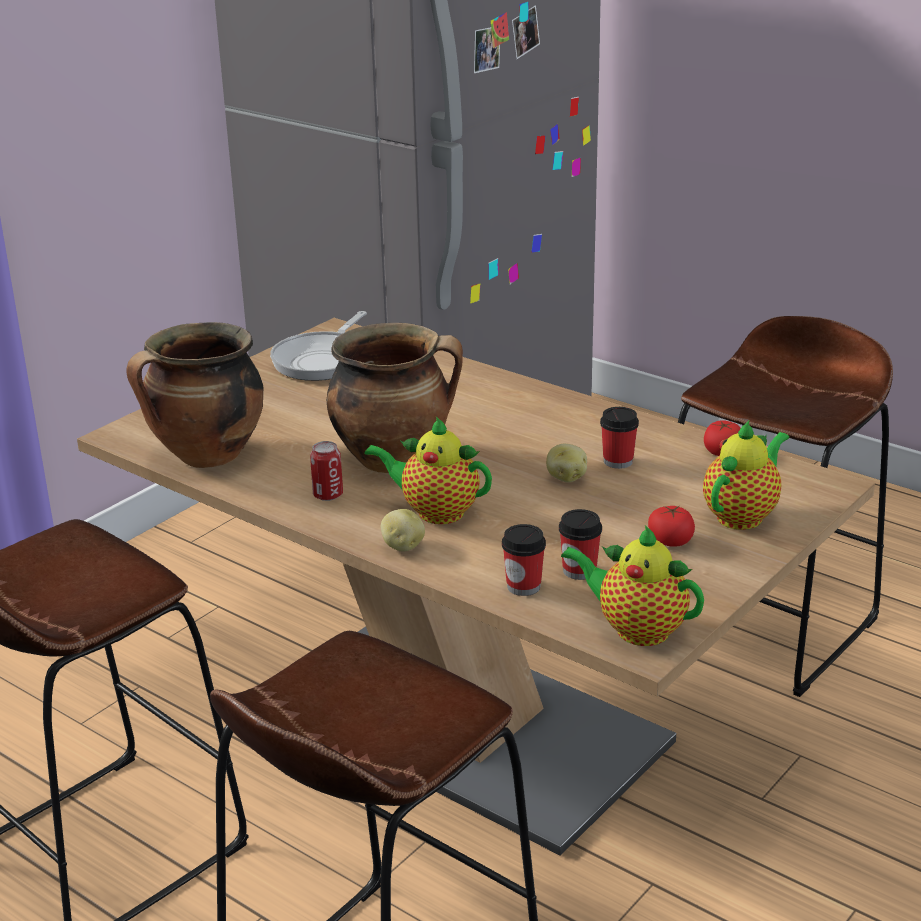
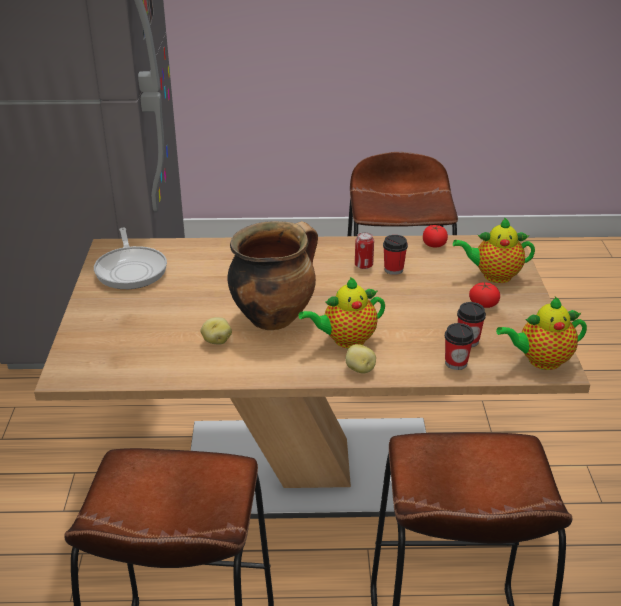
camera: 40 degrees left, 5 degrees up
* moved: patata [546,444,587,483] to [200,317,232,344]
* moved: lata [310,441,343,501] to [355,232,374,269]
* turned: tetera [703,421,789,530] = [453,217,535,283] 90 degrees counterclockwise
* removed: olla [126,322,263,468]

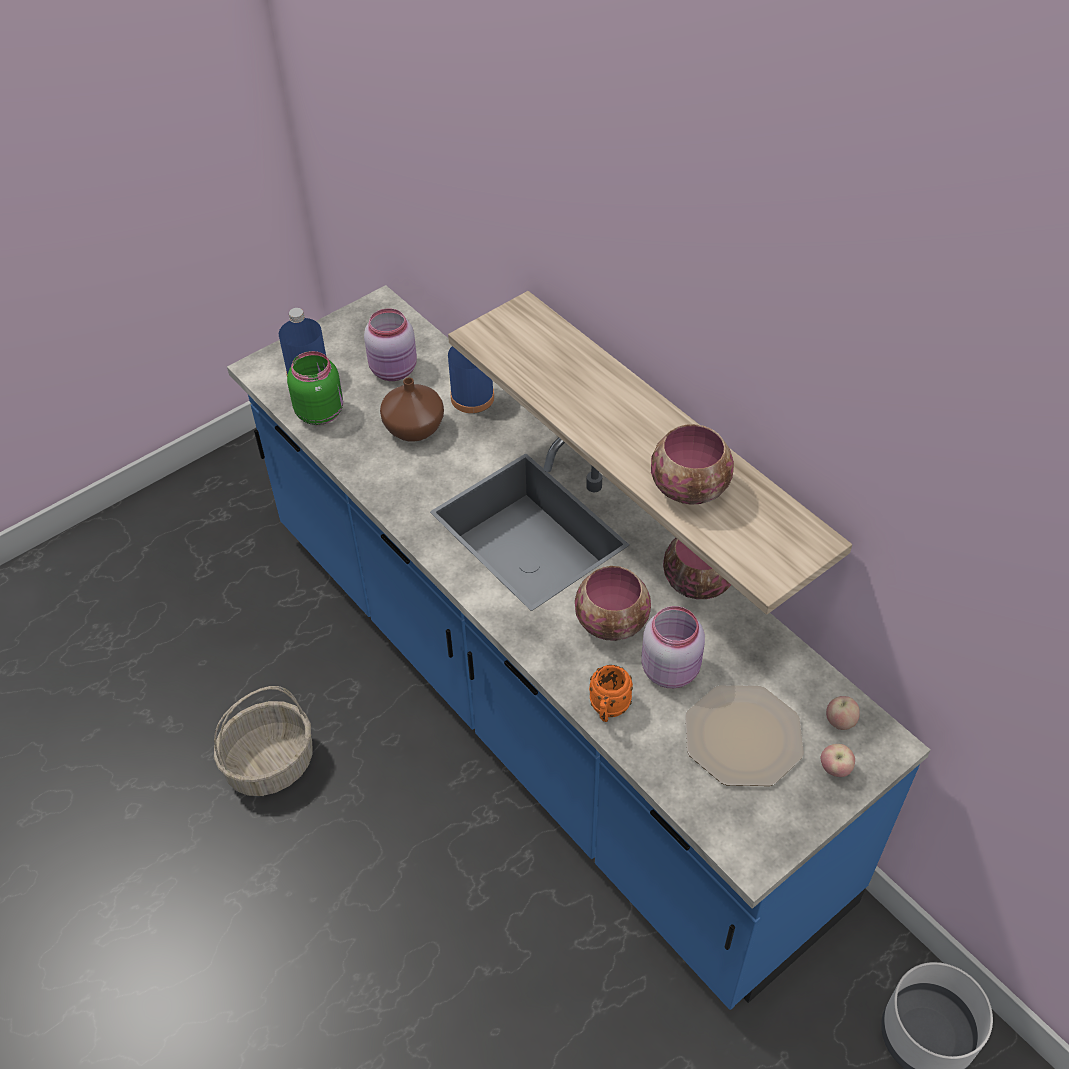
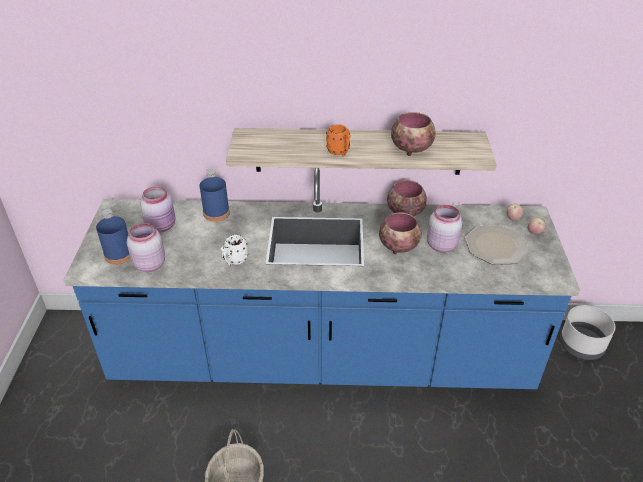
camera: 50 degrees left, 10 degrees down
* recoloured: tarro/verde [287,351,343,425] to tarro/rosa [127,223,165,272]
* added: taza grande/blanco [221,235,248,266]
* moved: taza grande/naranja [589,665,633,722] to [326,124,351,157]
* removed: florero/marrón [380,378,444,442]

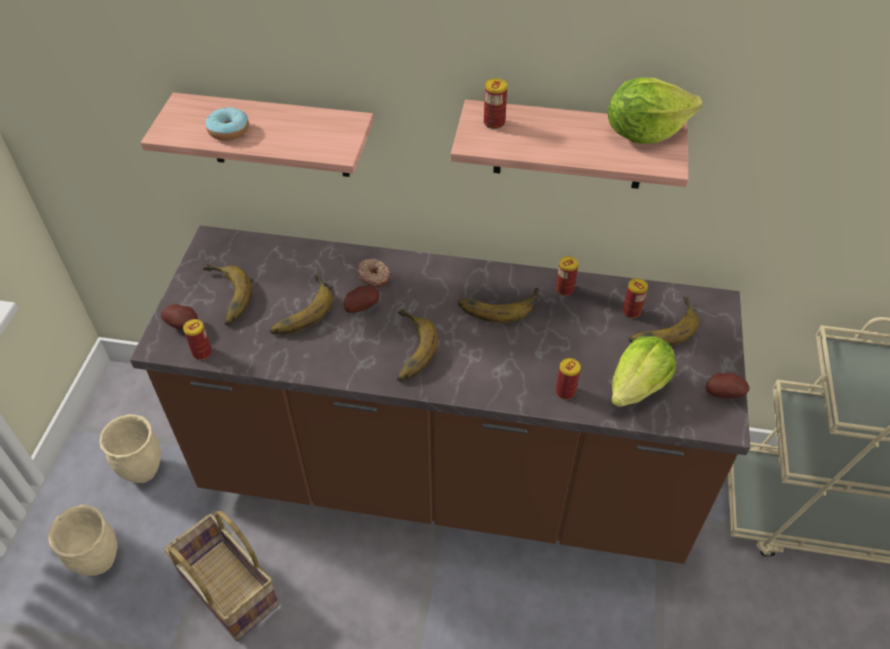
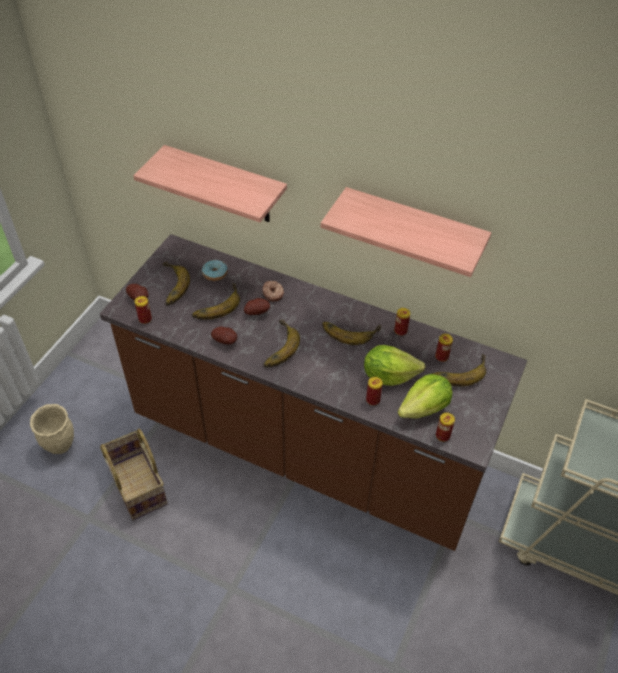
camera: 15 degrees right, 0 degrees up
* moved: rosquilla [206,107,249,141] to [202,260,228,281]
* moved: patata [705,373,749,399] to [211,327,237,345]
* moved: lechuga [608,78,702,144] to [364,345,426,386]
* moved: lata [484,78,507,129] to [436,412,455,442]
* removed: maceta/beis [100,414,161,483]

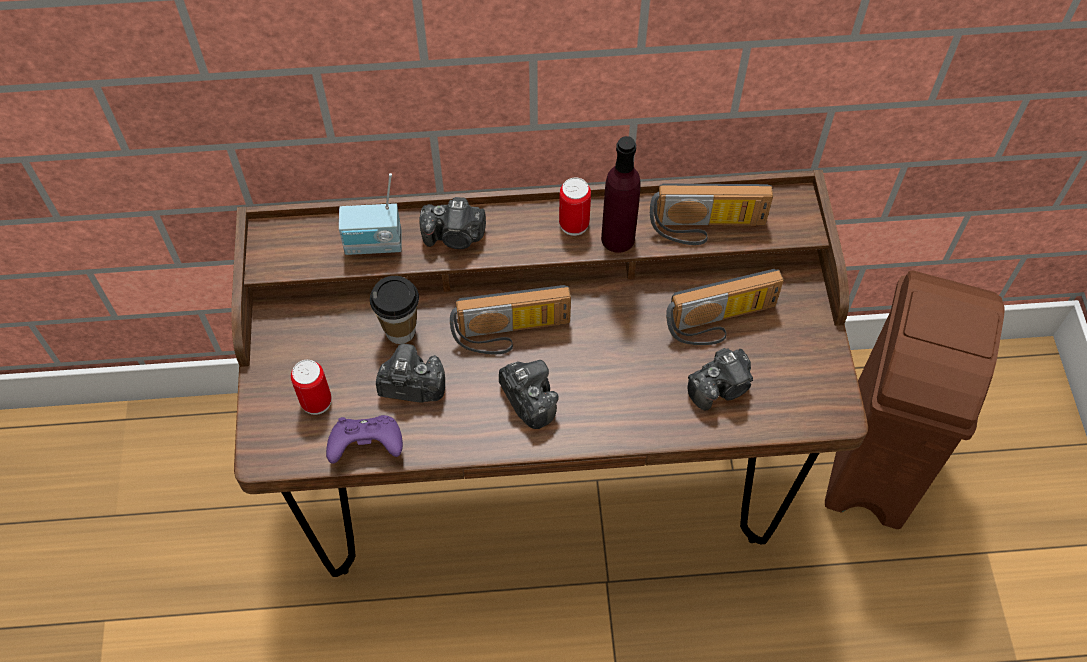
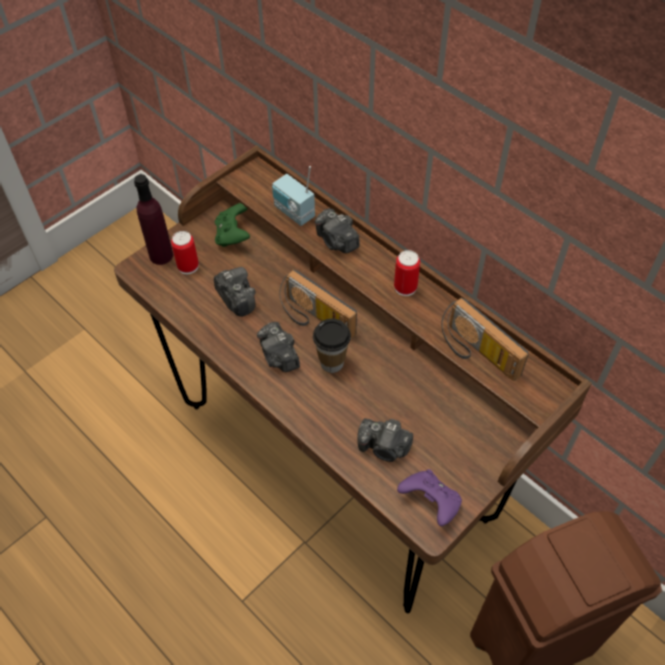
camera: 50 degrees right, 5 degrees down
* moved: botella/morado [601,136,641,253] to [134,174,173,265]
* added: mando de consola/verde [215,203,250,247]
* turned: cámara [499,360,559,429] = [257,322,300,372] 135 degrees clockwise
* moved: taza [370,276,419,344] to [313,318,351,373]
* moved: mando de consola/morado [326,415,403,464] to [397,469,462,526]
* removed: radio [666,269,784,345]

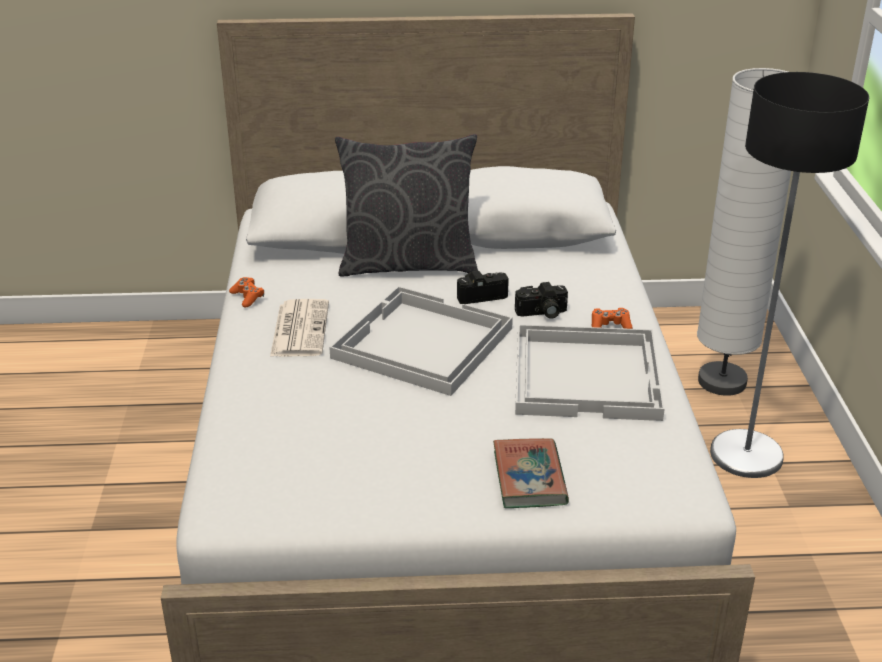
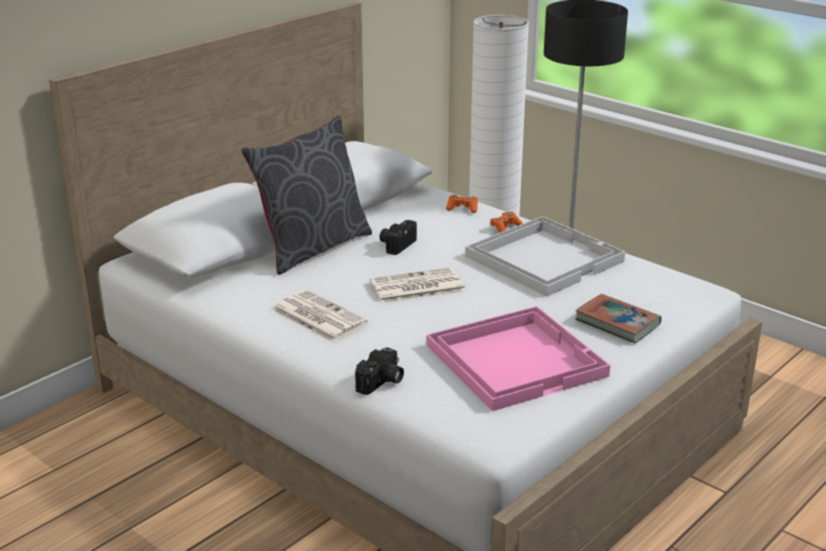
camera: 45 degrees left, 5 degrees down
* moved: cámara [515,282,568,319] to [355,348,404,395]
* replaced: bandeja/blanco [329,286,513,396] to periódico [370,267,465,303]
* added: bandeja/rosa [427,306,610,411]
* moved: mando de consola/naranja [229,277,264,308] to [446,195,478,213]

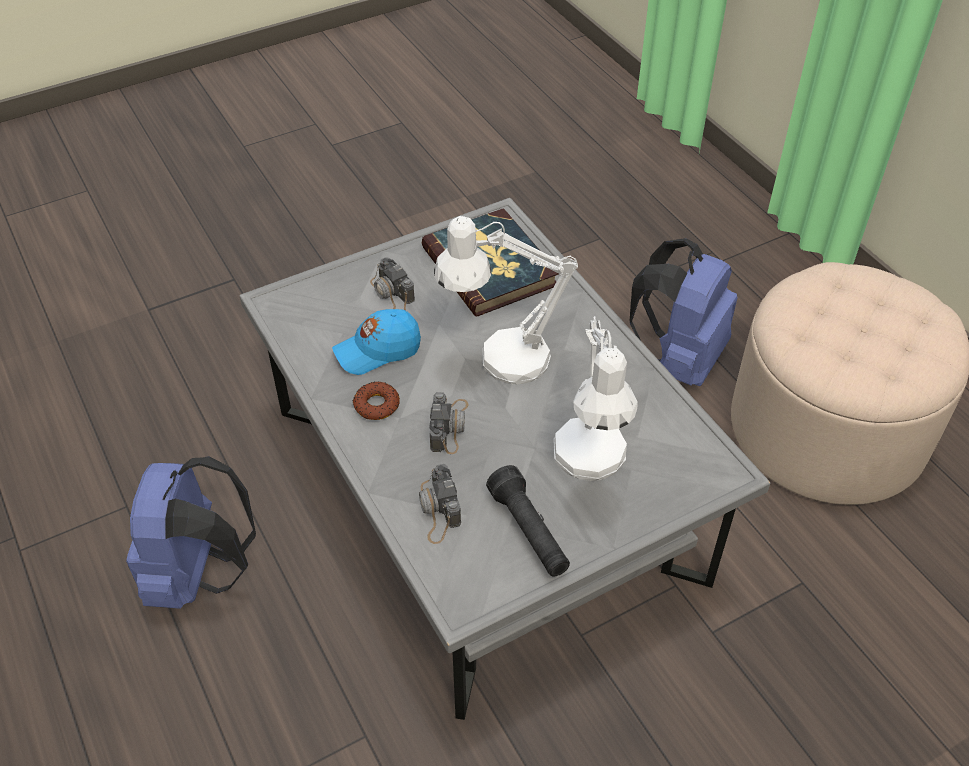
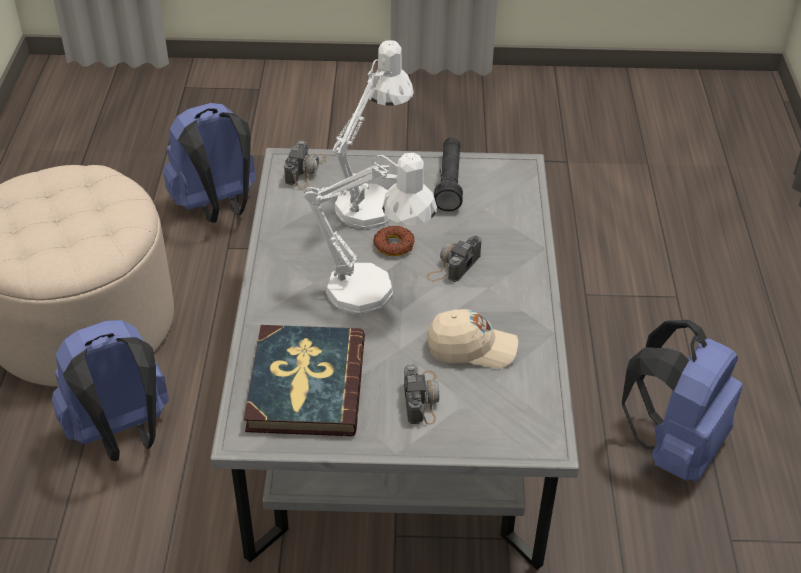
camera: 150 degrees left, 5 degrees down
* added: mochila/azul [163,103,256,223]
* moved: cámara [419,464,461,544] to [284,141,327,188]
* moved: rosquilla [352,382,400,420] to [373,226,415,256]
* recoloured: gorra/azul [332,309,421,375] to gorra/beis [428,309,518,369]

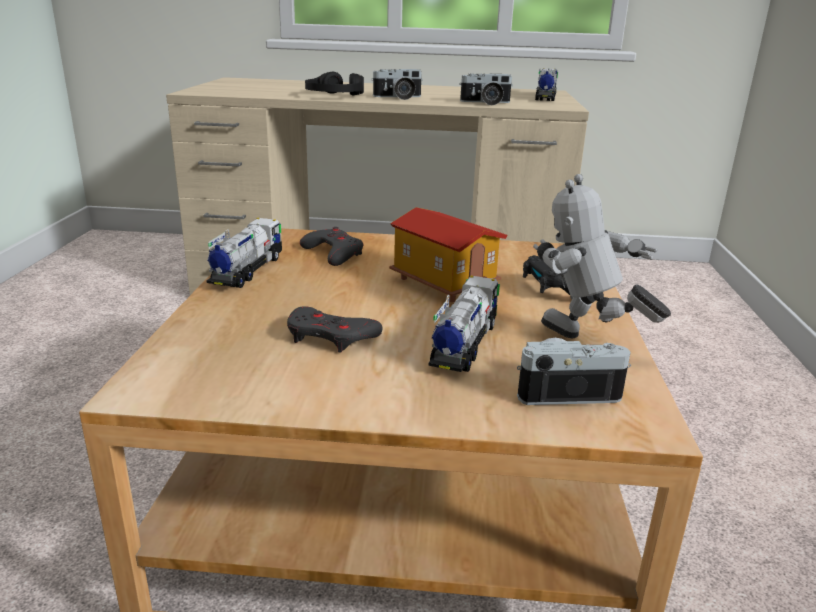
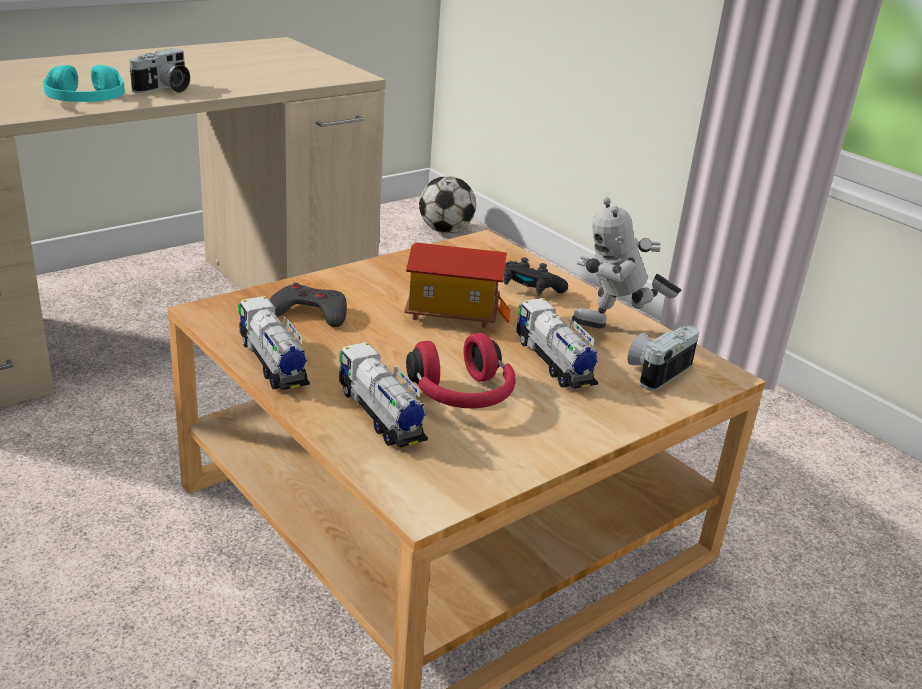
camera: 45 degrees left, 5 degrees up
* recoloured: auriculares/negro [305,72,364,96] to auriculares/turquesa [43,65,125,102]
* moved: camión de juguete [535,68,558,101] to [339,342,428,448]
* replaced: mando de consola/gris [287,306,382,353] to auriculares/rojo [406,333,516,408]
* added: balón de fútbol [419,176,476,233]
* removed: cámara [459,73,513,105]

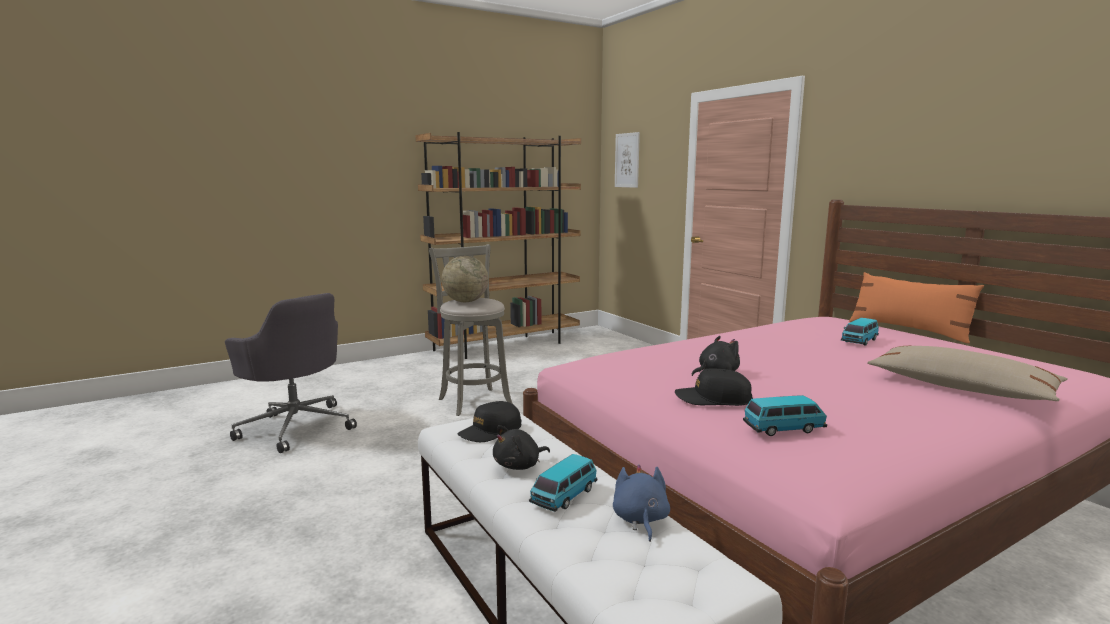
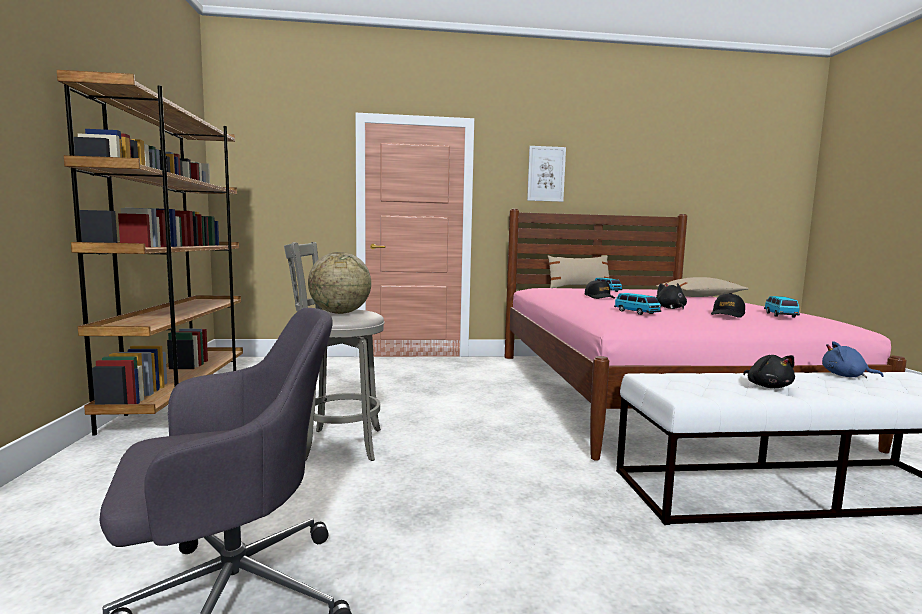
camera: 65 degrees left, 5 degrees down
* moved: cuadro [615,132,640,188] to [527,146,566,202]
* recoloured: cojín/naranja [849,272,984,343] to cojín/beis [548,255,610,288]
* moved: gorra/negro [457,401,521,442] to [584,280,615,299]
* moved: coche de juguete [529,454,597,512] to [614,293,661,315]

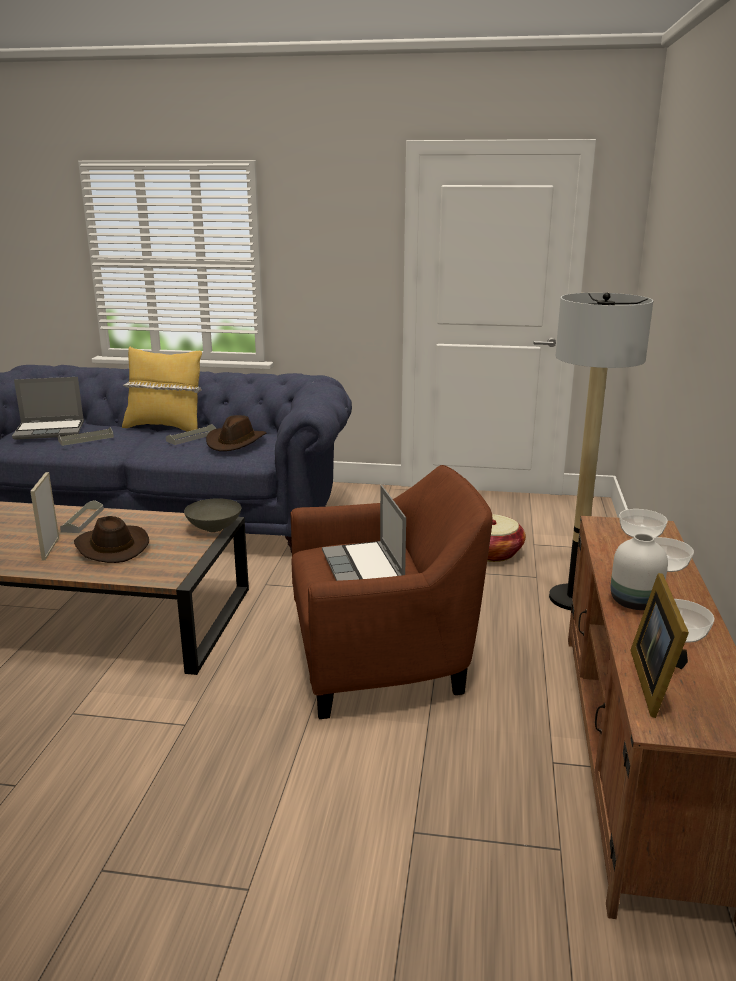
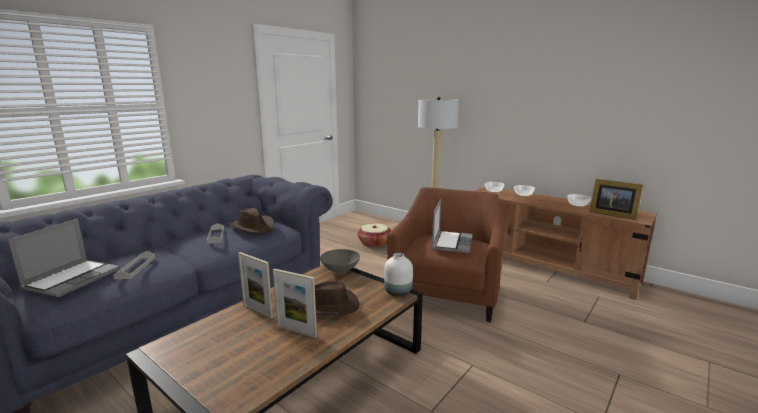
camera: 60 degrees left, 5 degrees down
* replaced: bandeja/gris [60,500,104,533] to portarretratos [238,252,273,319]
* moved: florero/blanco [611,533,668,610] to [384,253,413,296]
* turned: portátil [322,485,406,581] = [432,199,473,253] 90 degrees counterclockwise
* removed: cojín/amarillo [122,347,202,432]

